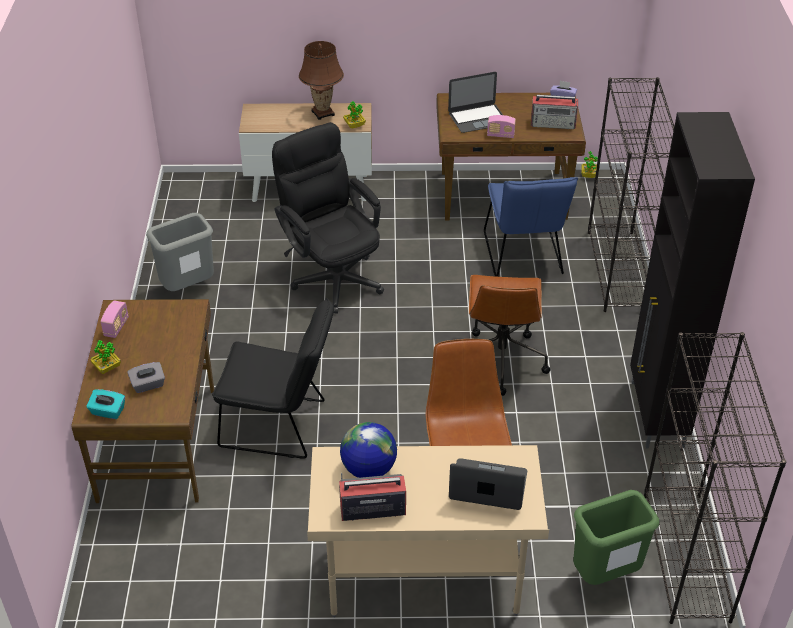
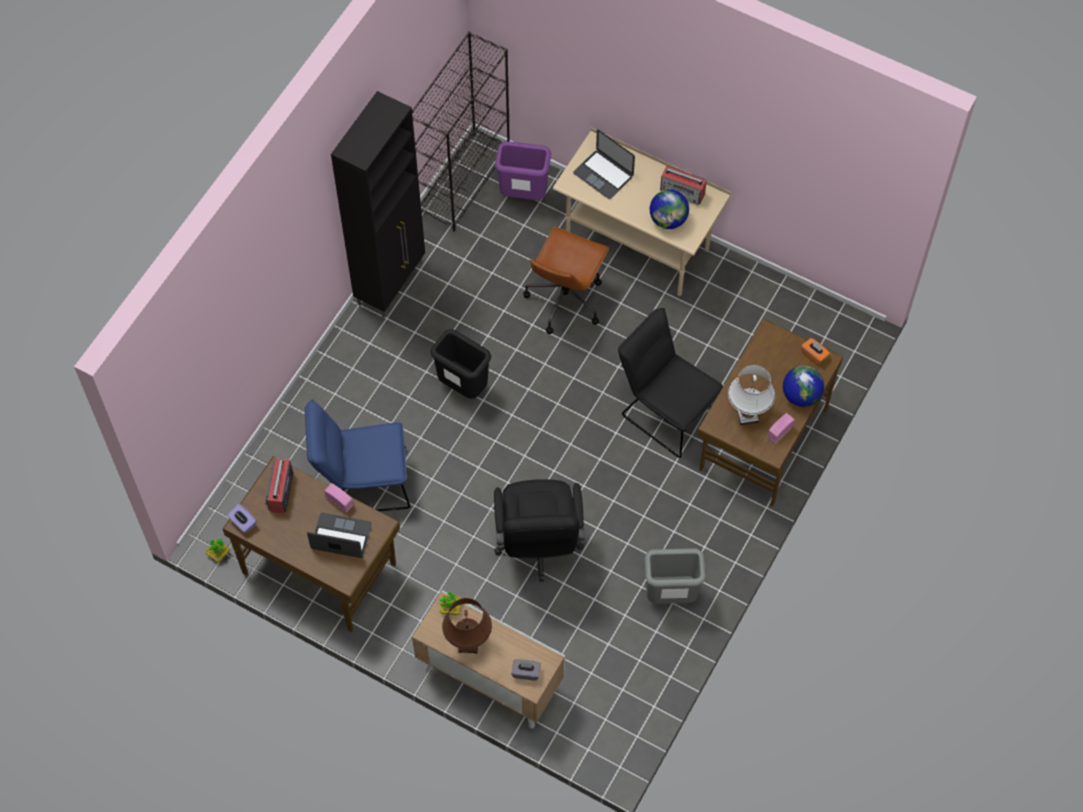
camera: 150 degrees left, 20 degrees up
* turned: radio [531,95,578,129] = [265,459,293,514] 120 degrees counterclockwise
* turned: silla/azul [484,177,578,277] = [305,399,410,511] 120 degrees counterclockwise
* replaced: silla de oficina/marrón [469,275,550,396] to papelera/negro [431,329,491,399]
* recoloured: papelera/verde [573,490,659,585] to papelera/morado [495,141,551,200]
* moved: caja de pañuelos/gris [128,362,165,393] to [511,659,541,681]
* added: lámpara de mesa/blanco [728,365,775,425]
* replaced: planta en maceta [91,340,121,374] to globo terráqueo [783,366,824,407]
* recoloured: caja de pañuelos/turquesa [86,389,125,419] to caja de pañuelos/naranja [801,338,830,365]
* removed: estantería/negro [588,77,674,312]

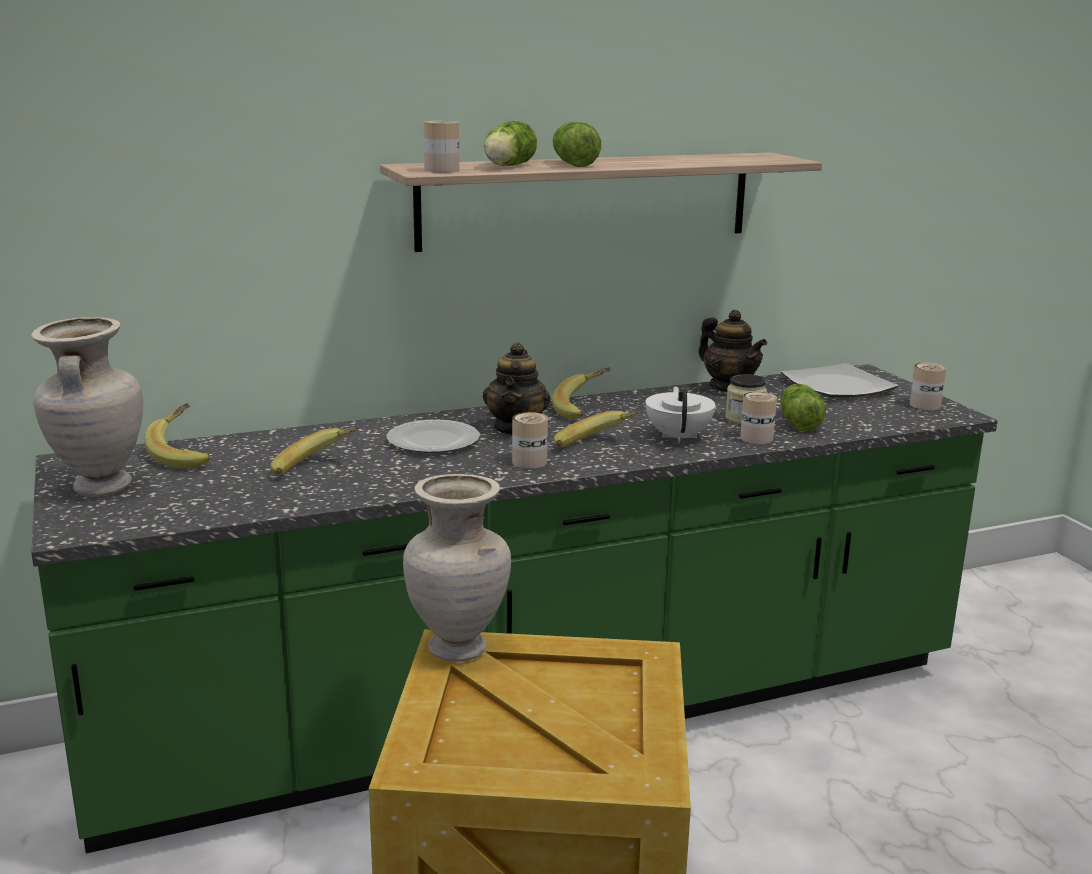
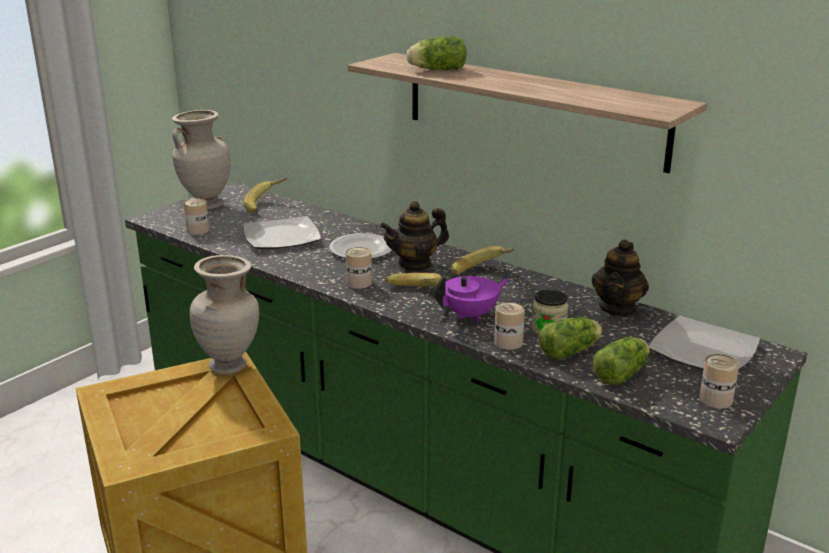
camera: 60 degrees right, 5 degrees up
* moved: lata [423,121,460,173] to [184,199,209,235]
* replaced: plátano [271,427,360,476] to plato [244,216,321,249]
* recoloured: tetera/blanco [645,386,715,443] to tetera/morado [435,275,509,322]
* moved: lechuga [553,122,601,167] to [593,337,650,385]

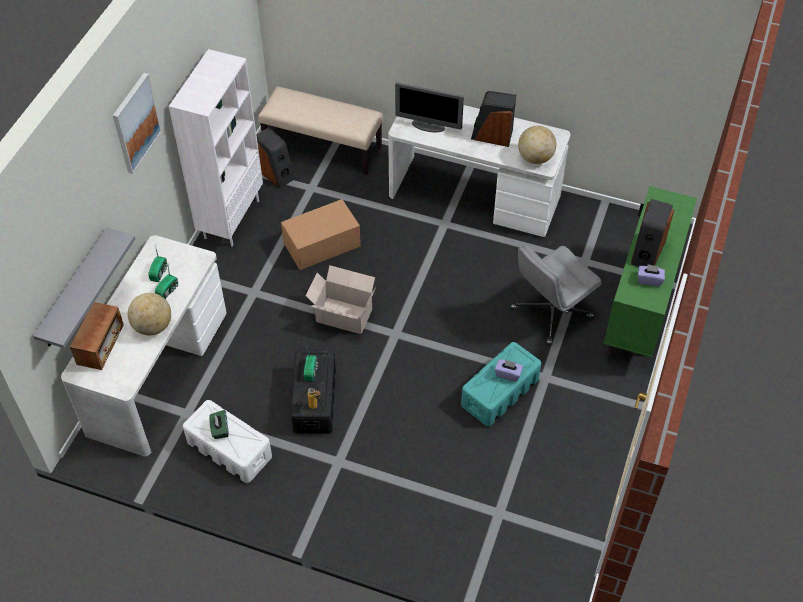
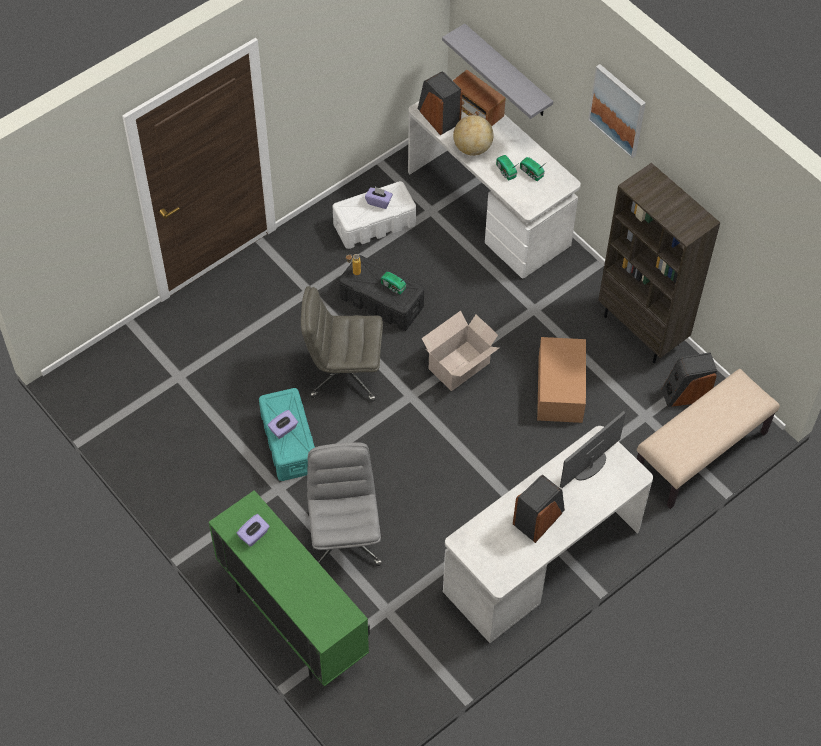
camera: 120 degrees right, 5 degrees up
* added: silla de oficina/gris [301,286,383,402]
* recoloured: caja de pañuelos/verde [209,410,228,439] to caja de pañuelos/morado [365,187,393,209]
* moved: altavoz [631,199,674,267] to [418,71,463,135]
* recoloured: estantería/blanco [169,49,263,247] to estantería/marrón [598,163,720,363]
* removed: globo terráqueo [518,126,557,164]

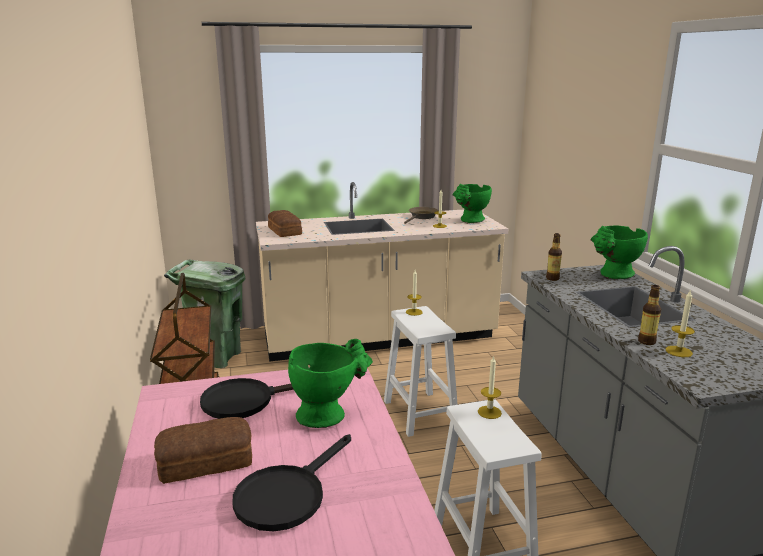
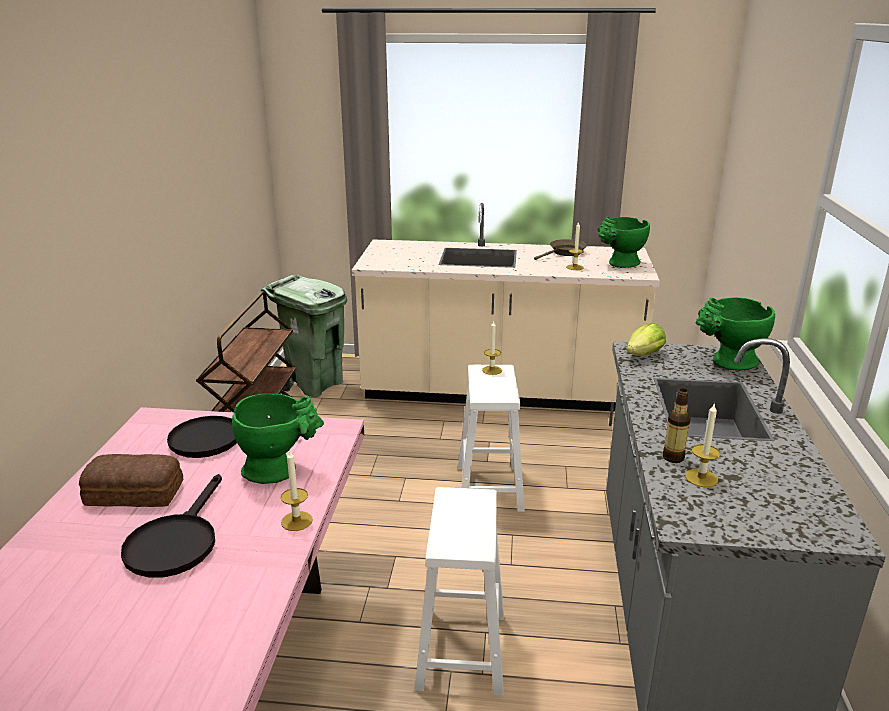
camera: 20 degrees right, 5 degrees up
* turned: sartén/negro [232,434,351,531] = [121,474,222,578] 45 degrees counterclockwise
* moved: vela [478,355,502,419] to [281,449,313,531]
* replaced: botella [546,233,562,281] to lechuga [627,323,666,356]
* removed: pan [268,210,302,237]

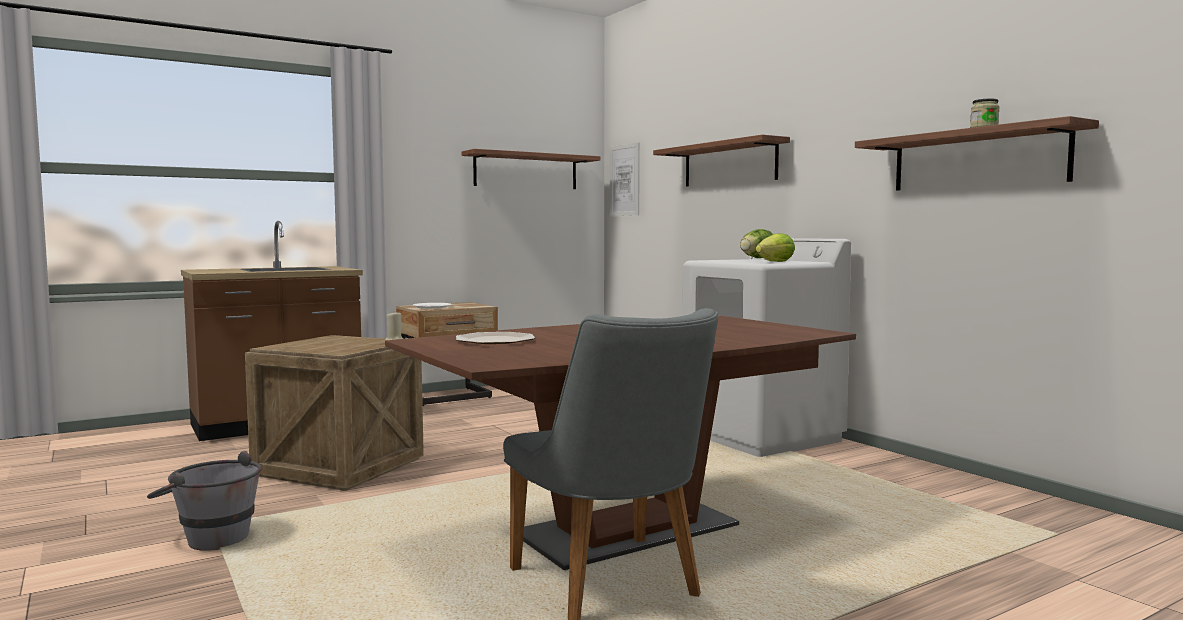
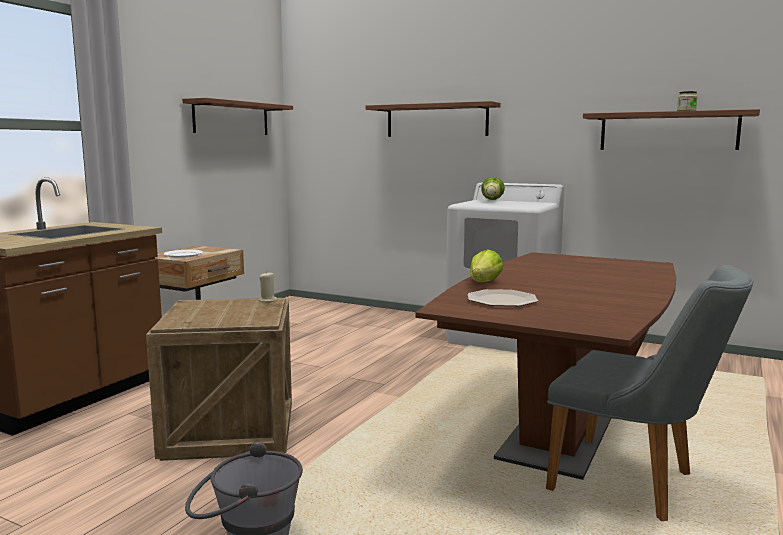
camera: 30 degrees left, 5 degrees up
* moved: lechuga [756,233,795,262] to [470,249,503,282]
* removed: cuadro [610,142,640,216]

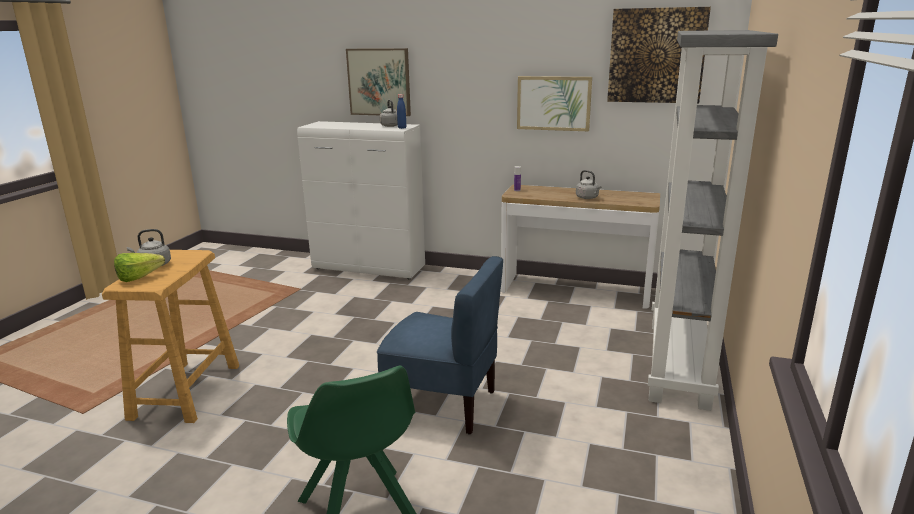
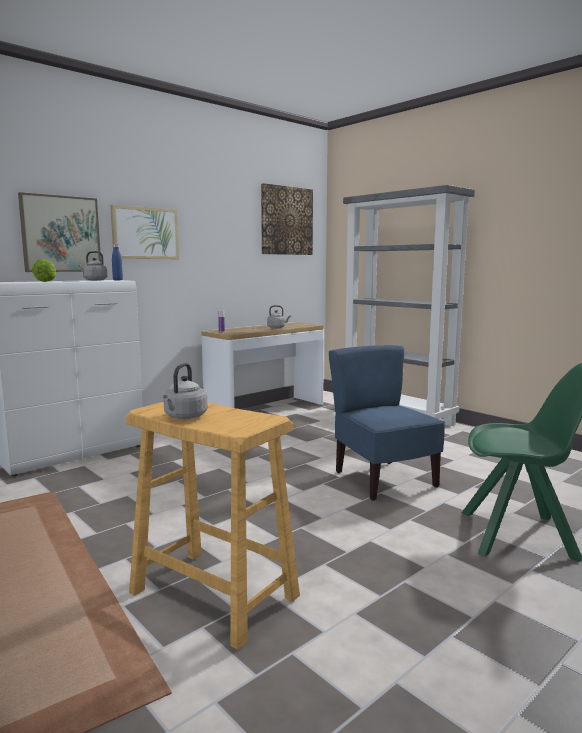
camera: 60 degrees left, 10 degrees down
* moved: lechuga [114,253,165,282] to [32,259,57,282]
* moved: cuadro [517,76,592,131] to [110,205,179,259]
* turned: silla/azul [377,256,503,435] = [329,345,445,501] 75 degrees counterclockwise

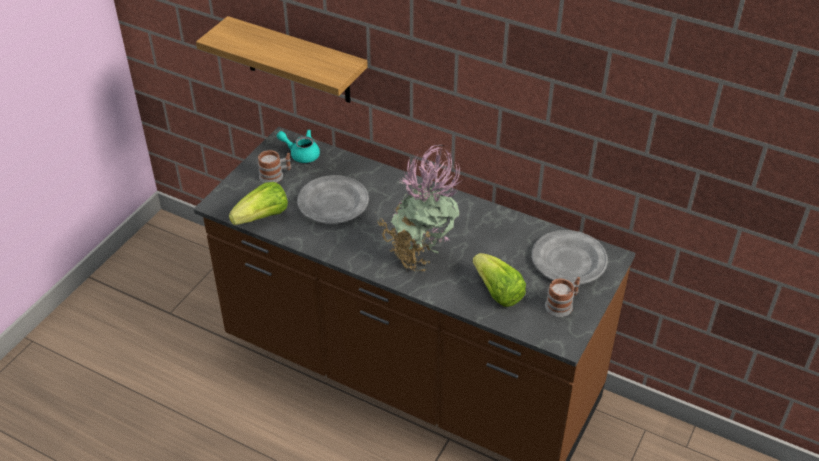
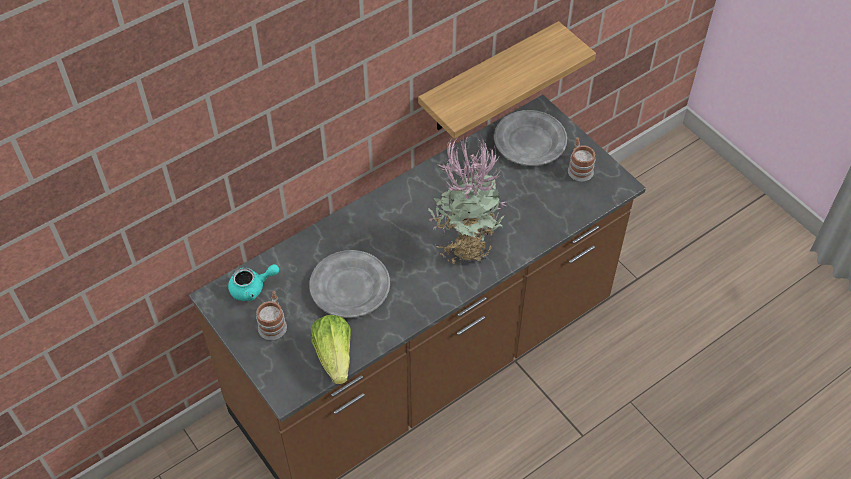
camera: 65 degrees left, 10 degrees up
* turned: tetera/turquesa [277,130,320,163] = [228,264,279,301] 150 degrees counterclockwise
* moved: estante [196,16,368,103] to [418,21,596,139]
* removed: lechuga [473,253,526,307]

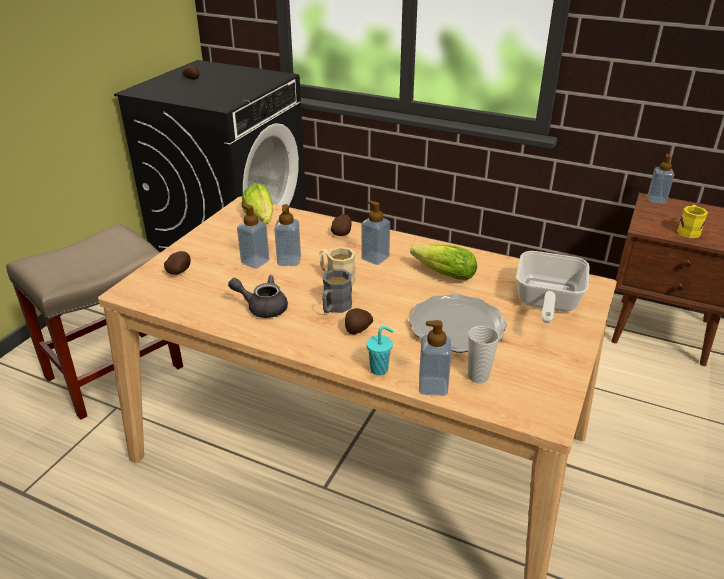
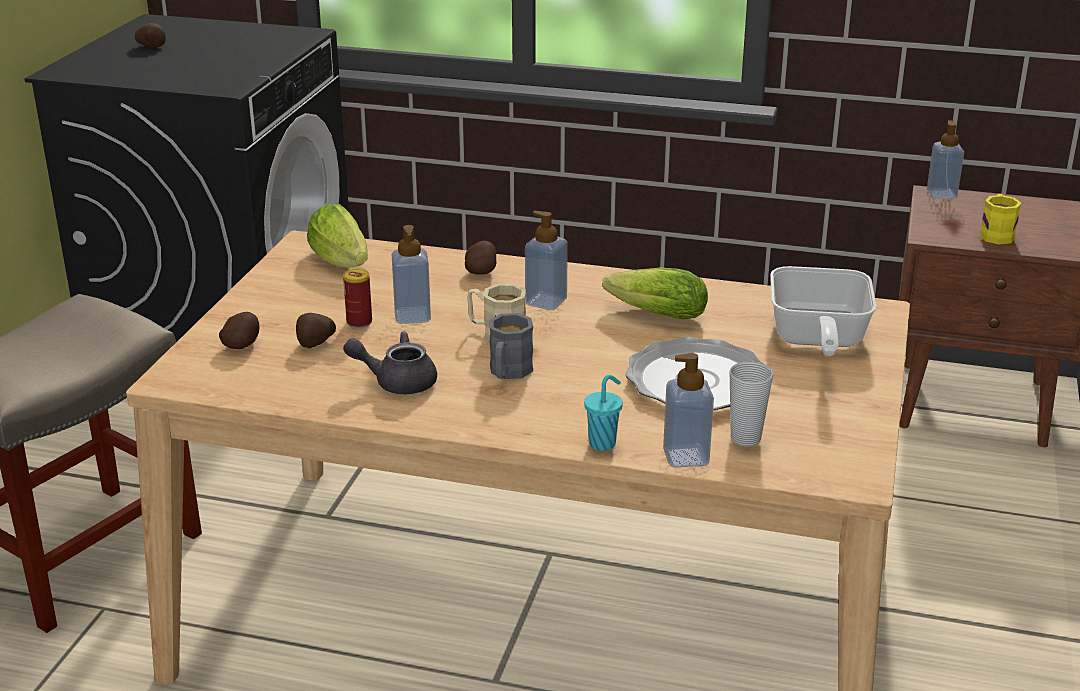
camera: 10 degrees left, 5 degrees down
* moved: patata [345,308,373,334] to [296,313,336,348]
* replaced: dispensador de jabón [237,204,270,269] to lata [343,269,372,328]

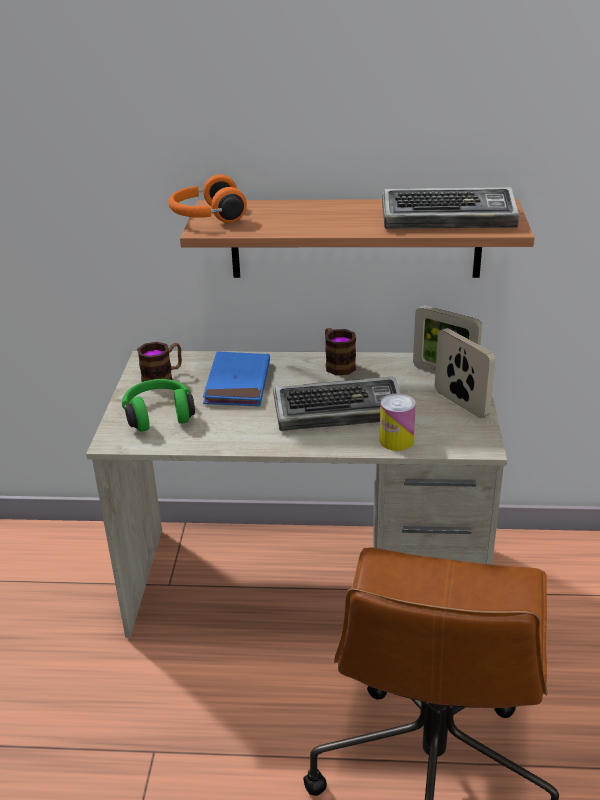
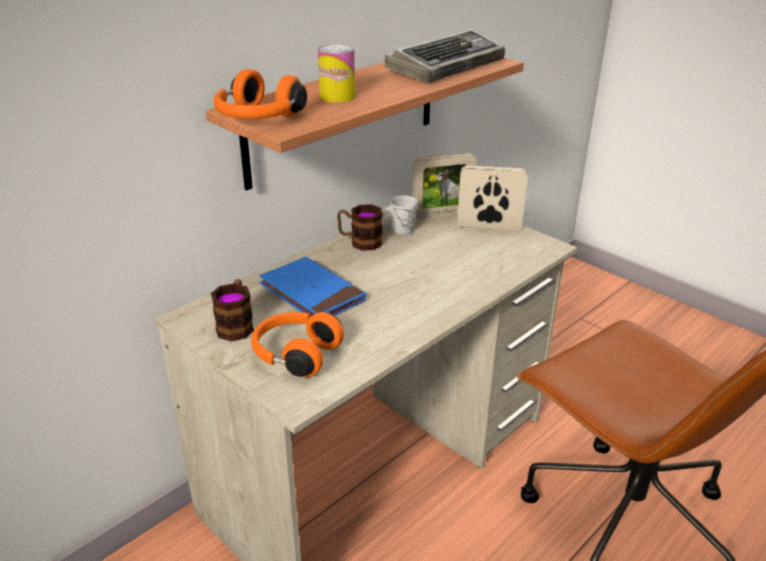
camera: 50 degrees left, 0 degrees up
* recoloured: auriculares/verde [122,379,195,432] to auriculares/naranja [251,312,344,377]
* moved: lata [380,393,416,451] to [318,44,355,102]
* added: taza grande/blanco [381,195,418,235]
* removed: teclado [273,377,401,431]

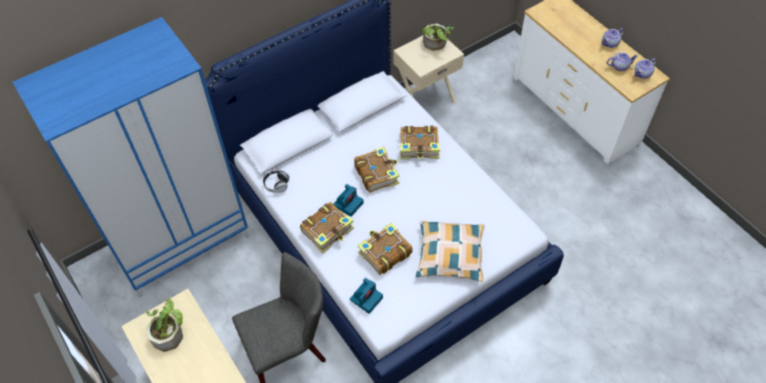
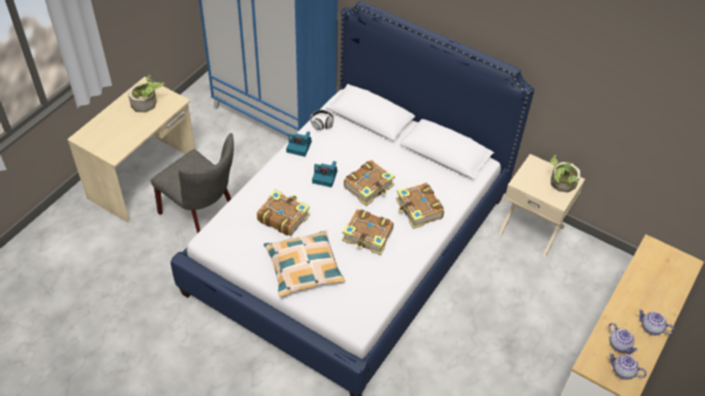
camera: 65 degrees right, 5 degrees down
* moved: cámara [350,278,383,314] to [286,131,312,157]
* moved: libro [300,202,354,253] to [342,209,394,255]

